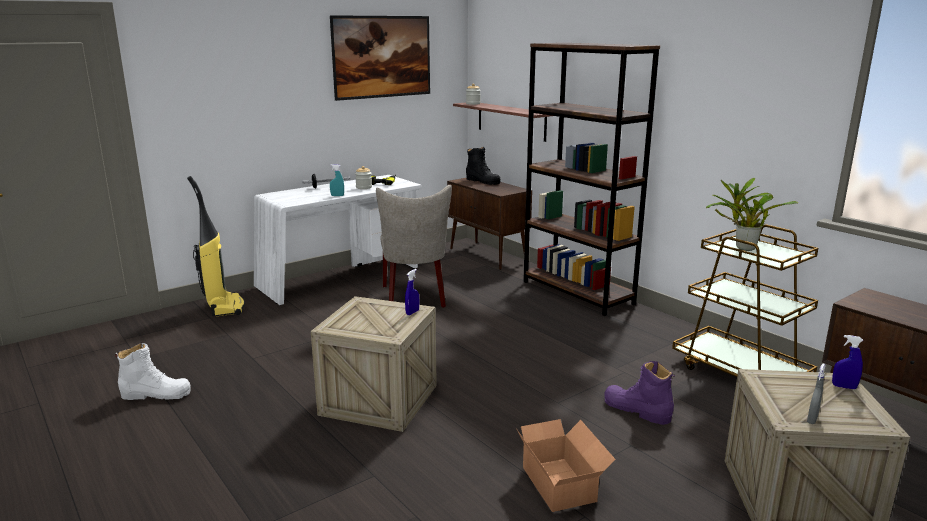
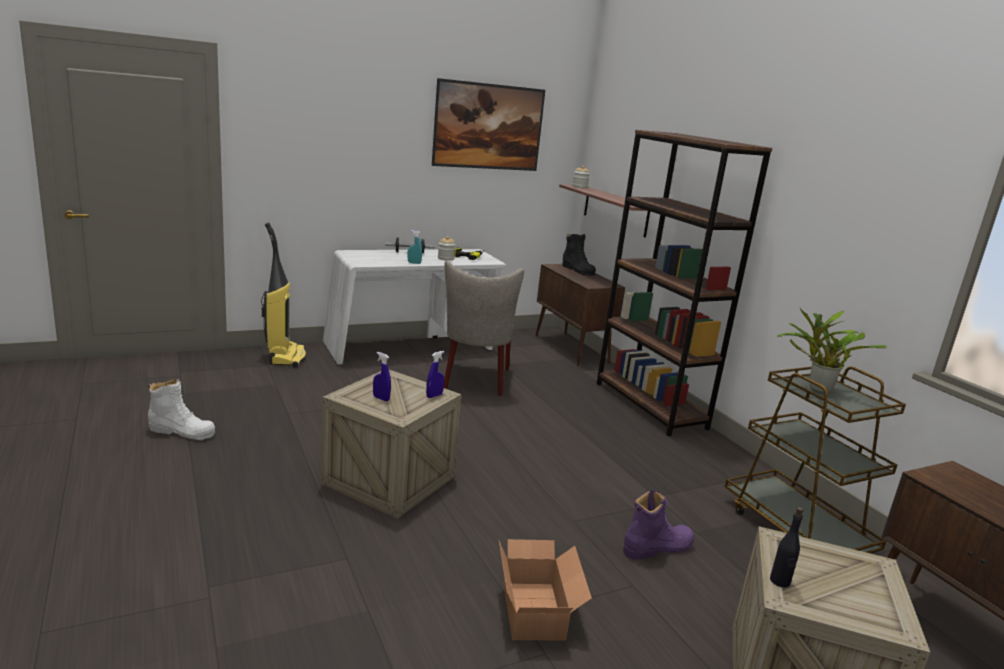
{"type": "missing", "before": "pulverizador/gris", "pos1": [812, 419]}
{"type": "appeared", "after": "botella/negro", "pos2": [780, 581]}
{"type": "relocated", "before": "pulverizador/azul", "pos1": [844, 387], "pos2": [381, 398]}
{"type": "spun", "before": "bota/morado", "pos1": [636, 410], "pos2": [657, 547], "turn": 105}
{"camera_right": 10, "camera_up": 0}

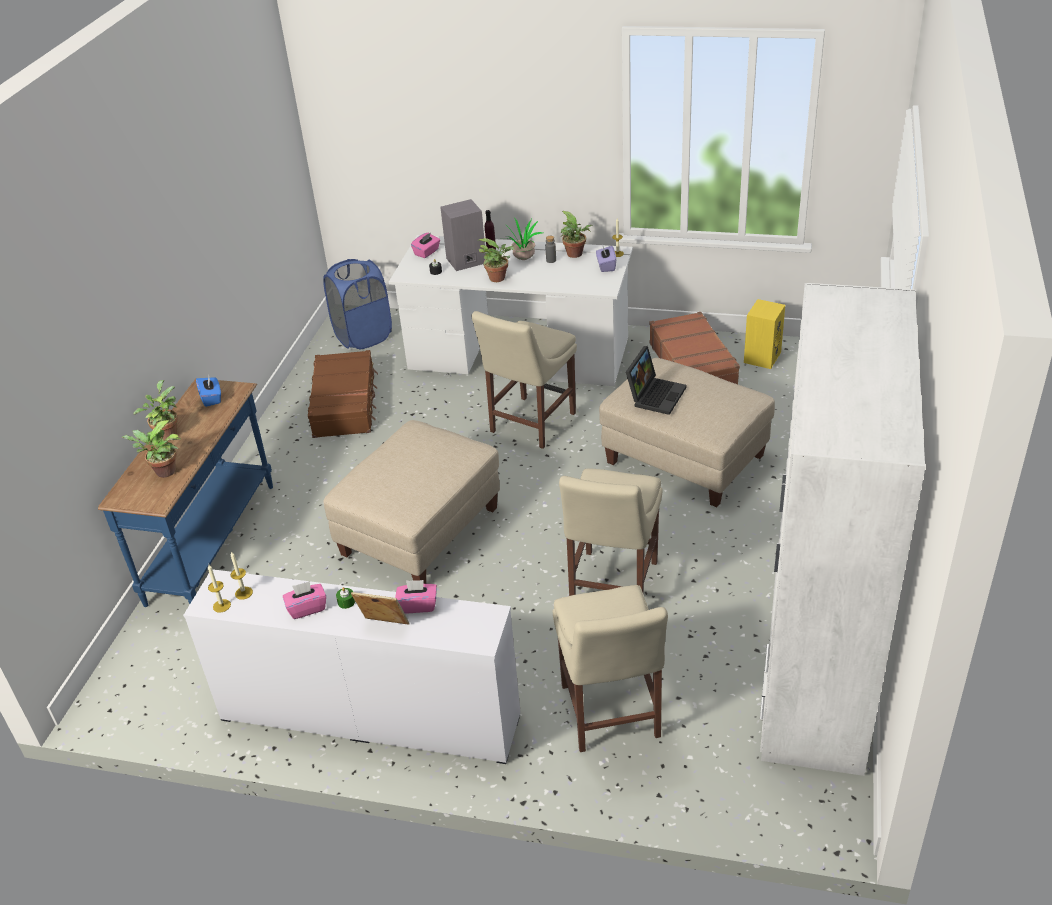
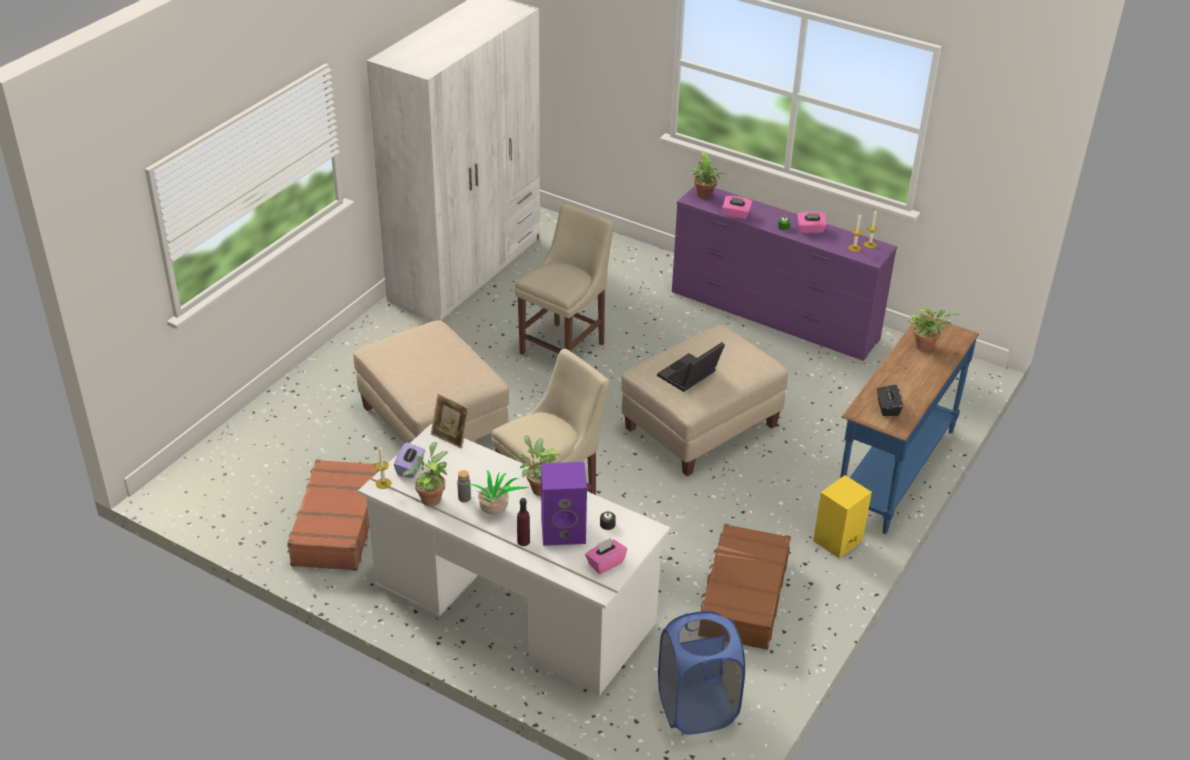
{"type": "missing", "before": "silla/beis", "pos1": [611, 715]}
{"type": "relocated", "before": "planta en maceta", "pos1": [167, 434], "pos2": [704, 196]}
{"type": "relocated", "before": "portarretratos", "pos1": [384, 627], "pos2": [450, 437]}
{"type": "relocated", "before": "portátil", "pos1": [655, 395], "pos2": [689, 376]}
{"type": "relocated", "before": "altavoz/amarillo", "pos1": [761, 357], "pos2": [837, 541]}
{"type": "colour", "before": "cómoda/blanco", "after": "cómoda/morado", "pos1": [369, 716], "pos2": [774, 316]}
{"type": "colour", "before": "caja de pañuelos/azul", "after": "caja de pañuelos/negro", "pos1": [211, 398], "pos2": [887, 408]}
{"type": "colour", "before": "altavoz/gris", "after": "altavoz/morado", "pos1": [465, 261], "pos2": [564, 530]}
{"camera_right": -165, "camera_up": 0}

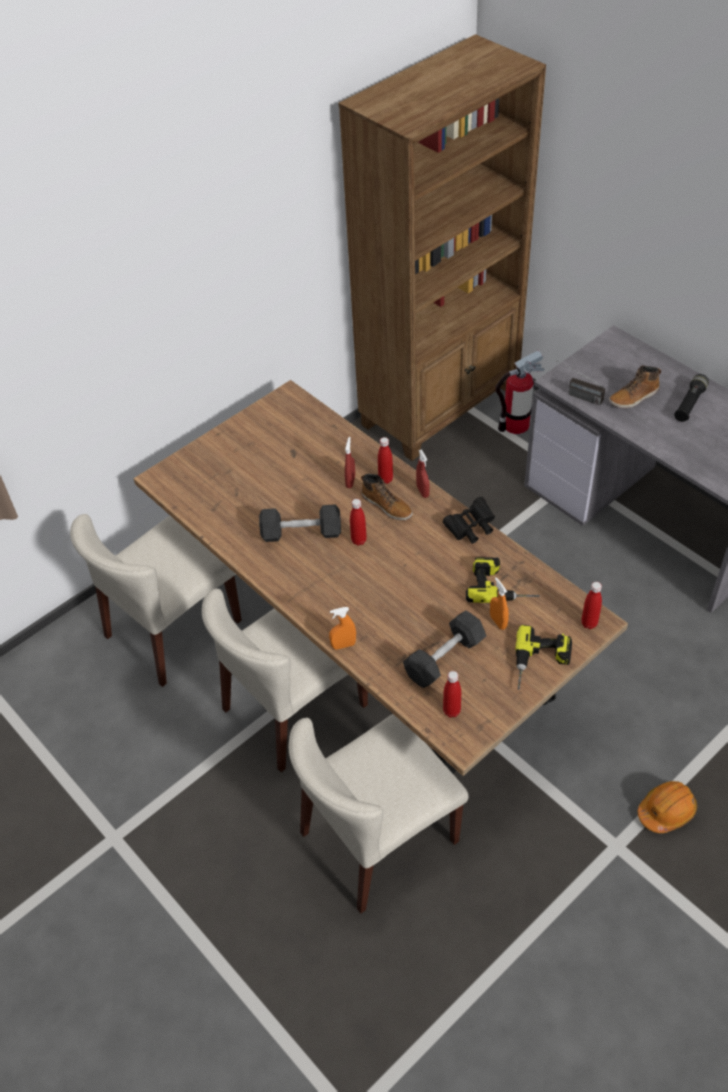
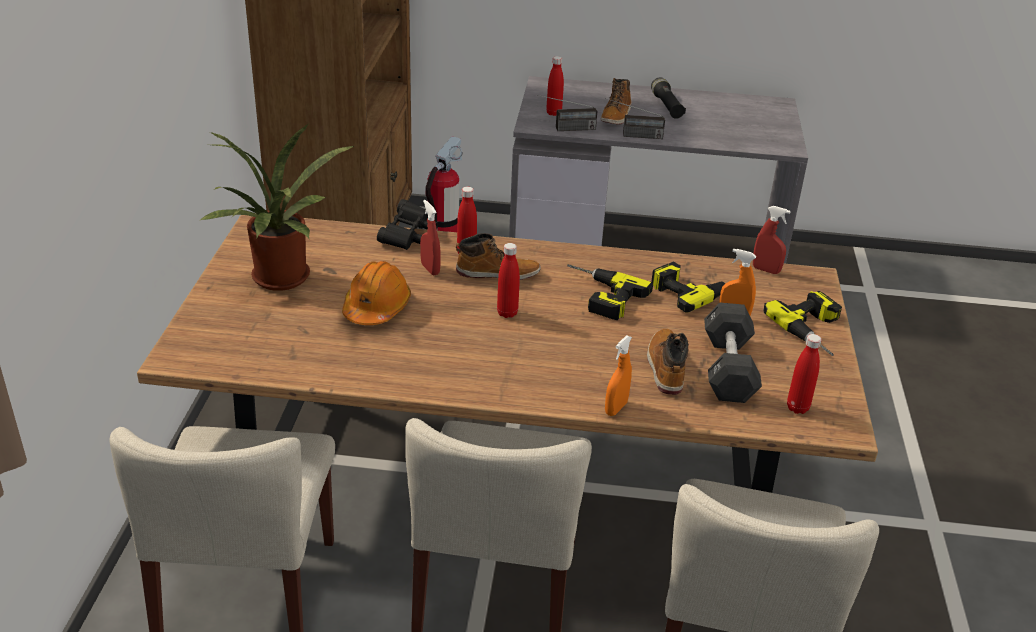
{"type": "missing", "before": "mancuerna/negro", "pos1": [301, 533]}
{"type": "appeared", "after": "planta en maceta", "pos2": [281, 281]}
{"type": "appeared", "after": "taladro", "pos2": [598, 295]}
{"type": "appeared", "after": "radio", "pos2": [632, 135]}
{"type": "appeared", "after": "bota", "pos2": [665, 367]}
{"type": "relocated", "before": "pulverizador/rojo", "pos1": [422, 491], "pos2": [766, 270]}
{"type": "relocated", "before": "prismáticos/negro", "pos1": [471, 528], "pos2": [409, 237]}
{"type": "relocated", "before": "botella/rojo", "pos1": [589, 623], "pos2": [553, 113]}
{"type": "relocated", "before": "casco/naranja", "pos1": [666, 810], "pos2": [376, 307]}
{"camera_right": -45, "camera_up": -15}

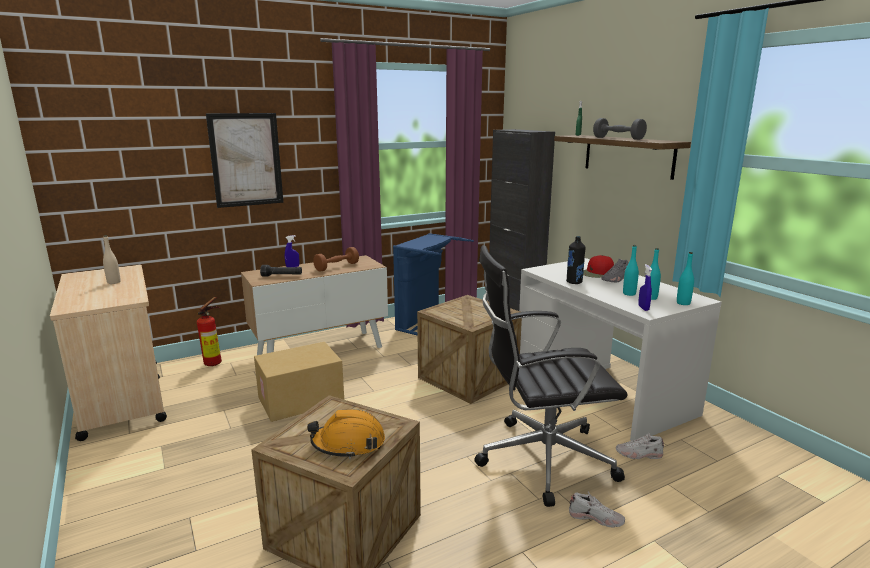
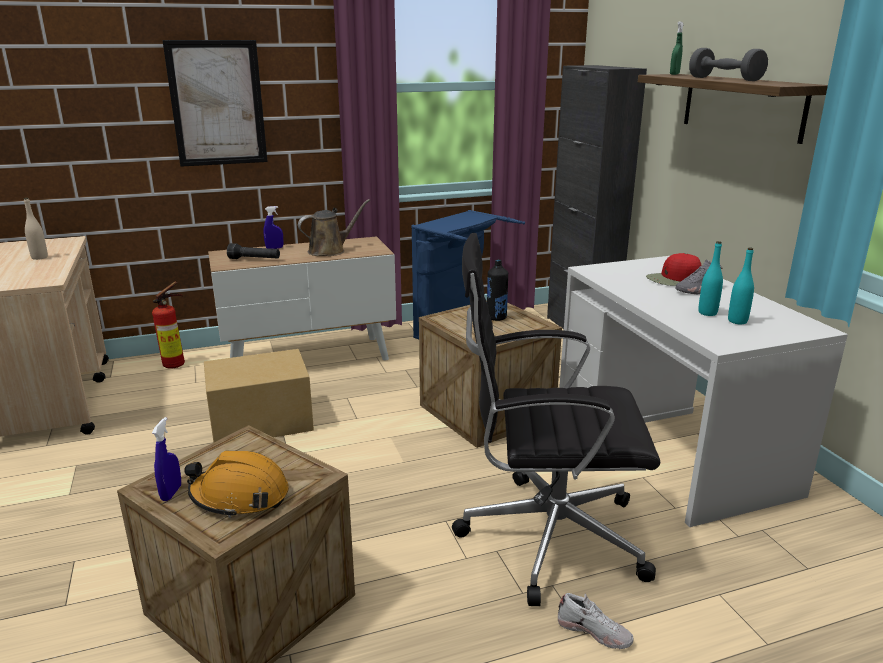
{"type": "missing", "before": "zapato/blanco", "pos1": [639, 454]}
{"type": "missing", "before": "botella/turquesa", "pos1": [683, 303]}
{"type": "relocated", "before": "botella/negro", "pos1": [574, 282], "pos2": [496, 317]}
{"type": "relocated", "before": "pulverizador/azul", "pos1": [643, 308], "pos2": [171, 493]}
{"type": "exchanged", "before": "mancuerna/marrón", "after": "regadera/marrón", "pos1": [337, 267], "pos2": [330, 251]}
{"camera_right": 10, "camera_up": 5}

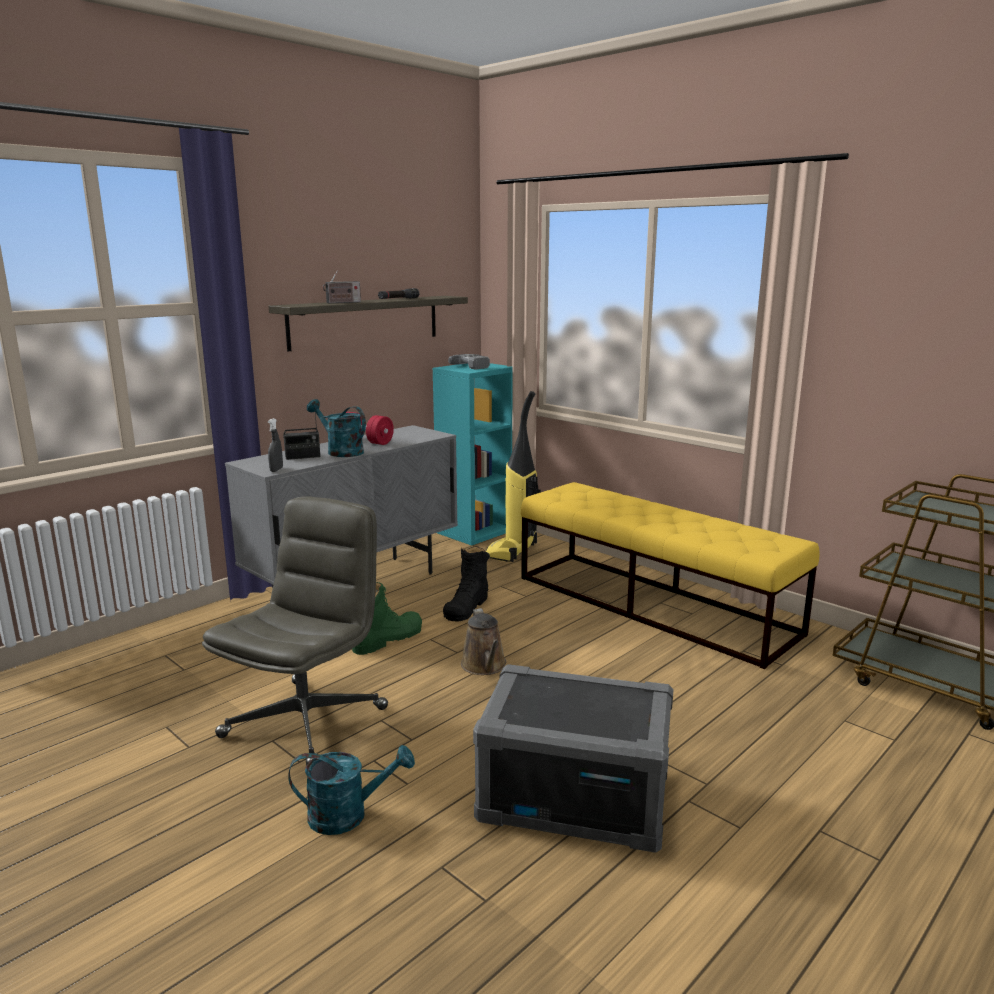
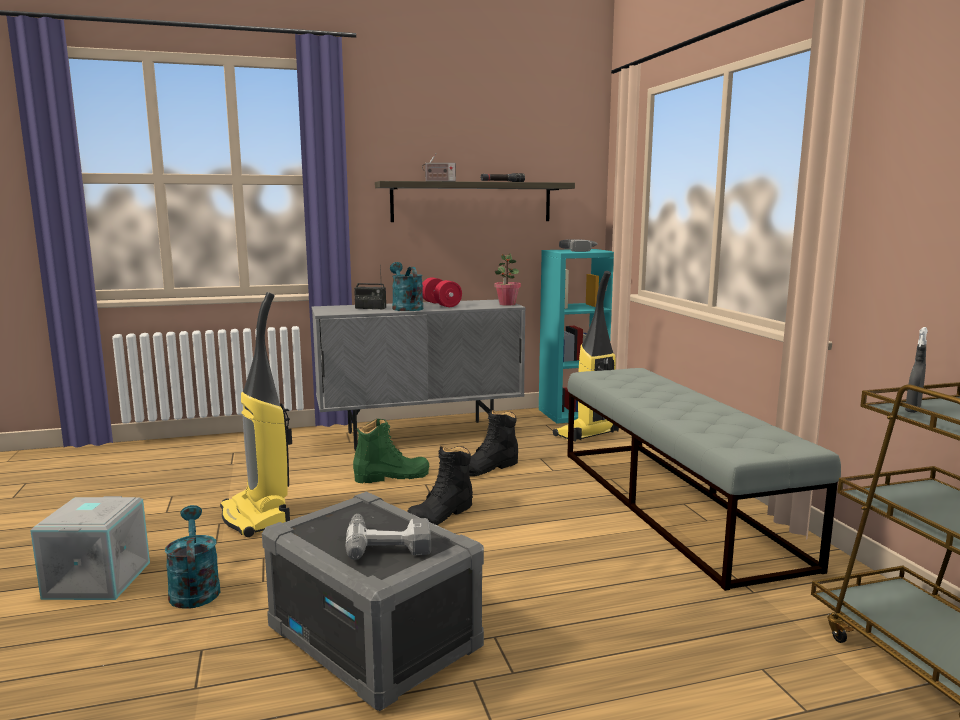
{"type": "appeared", "after": "caja de almacenaje/gris", "pos2": [96, 580]}
{"type": "appeared", "after": "taladro", "pos2": [388, 542]}
{"type": "appeared", "after": "planta en maceta", "pos2": [507, 304]}
{"type": "relocated", "before": "pulverizador/gris", "pos1": [276, 470], "pos2": [912, 410]}
{"type": "exchanged", "before": "silla de oficina/gris", "after": "aspiradora", "pos1": [306, 721], "pos2": [257, 517]}
{"type": "exchanged", "before": "regadera/marrón", "after": "bota/negro", "pos1": [484, 666], "pos2": [441, 514]}
{"type": "colour", "before": "banco/amarillo", "after": "banco/gris", "pos1": [654, 605], "pos2": [673, 504]}
{"type": "spun", "before": "regadera/turquesa", "pos1": [348, 815], "pos2": [194, 588], "turn": -135}
{"camera_right": 30, "camera_up": -5}

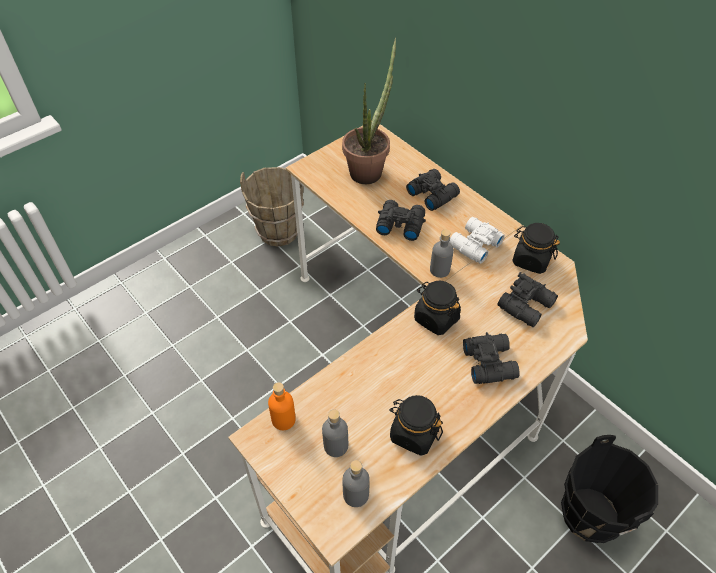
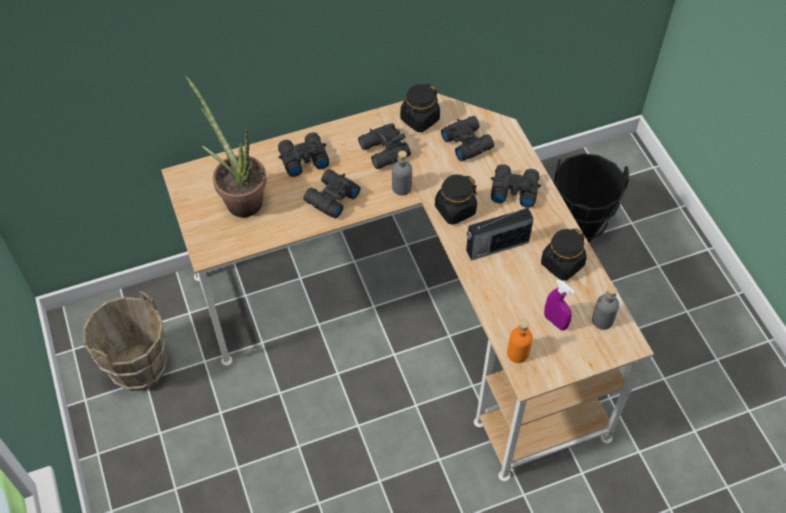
{"type": "appeared", "after": "radio", "pos2": [496, 246]}
{"type": "exchanged", "before": "botella/gris", "after": "pulverizador/morado", "pos1": [336, 446], "pos2": [555, 322]}
{"type": "colour", "before": "prismáticos/blanco", "after": "prismáticos/negro", "pos1": [473, 245], "pos2": [383, 152]}
{"camera_right": -70, "camera_up": 5}

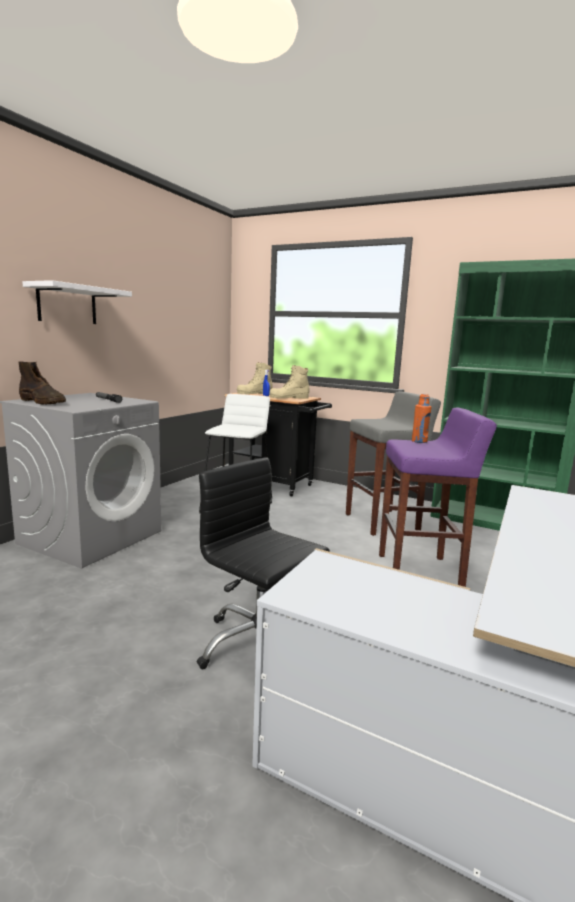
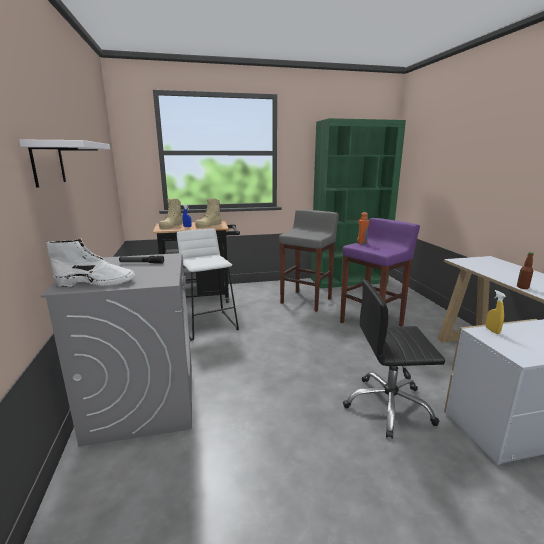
{"type": "appeared", "after": "pulverizador/amarillo", "pos2": [492, 330]}
{"type": "appeared", "after": "botella", "pos2": [522, 287]}
{"type": "colour", "before": "bota/marrón", "after": "bota/blanco", "pos1": [43, 402], "pos2": [97, 282]}
{"camera_right": -40, "camera_up": 5}

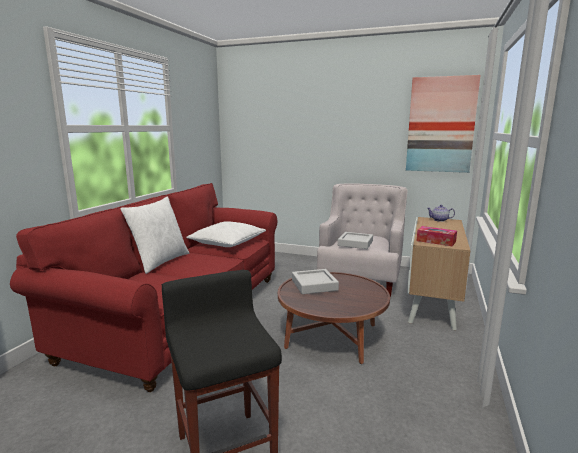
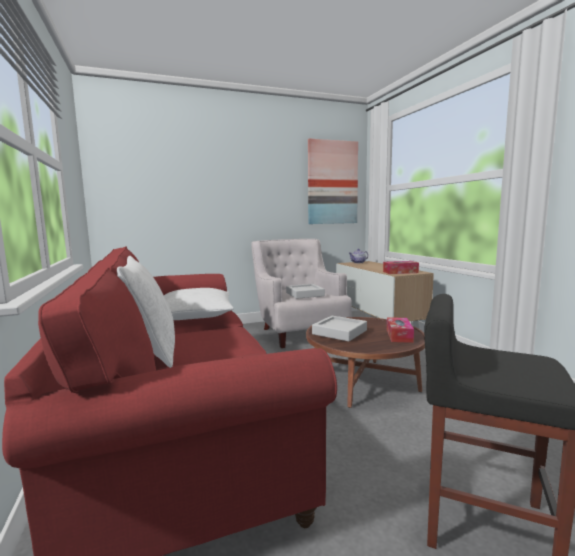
{"type": "appeared", "after": "caja de pañuelos", "pos2": [399, 335]}
{"camera_right": -40, "camera_up": -5}

